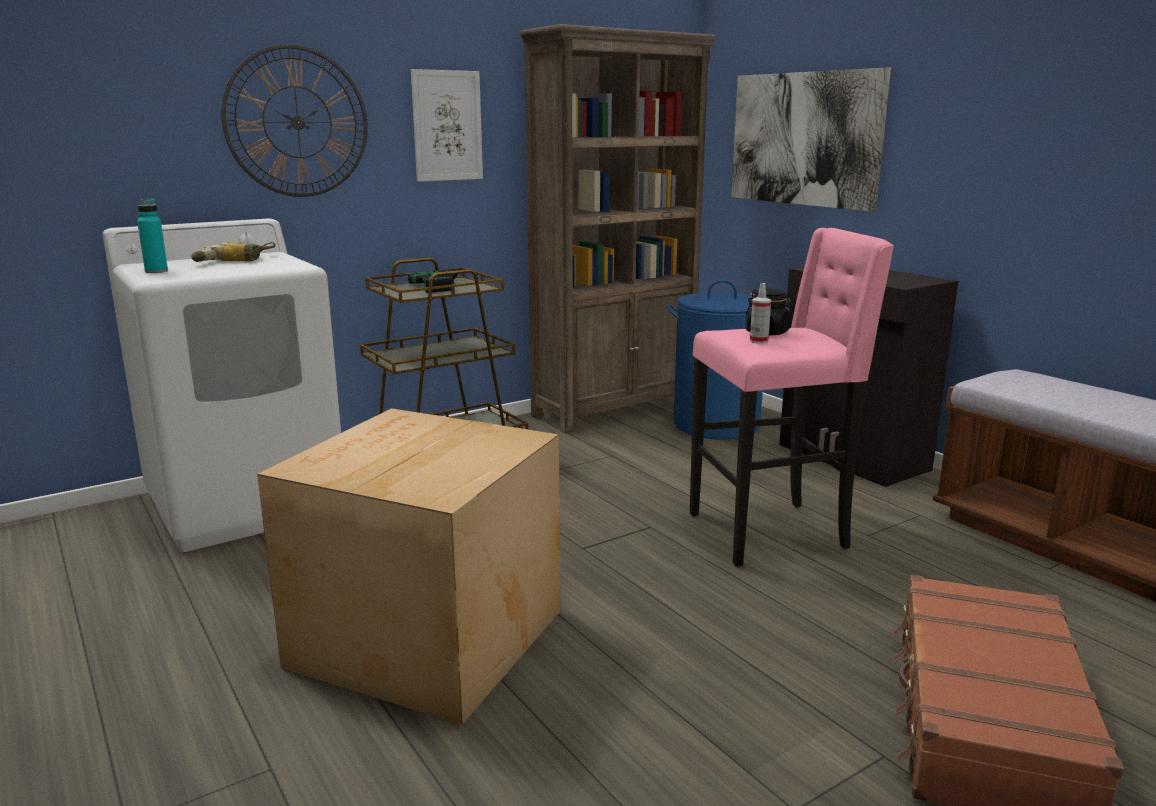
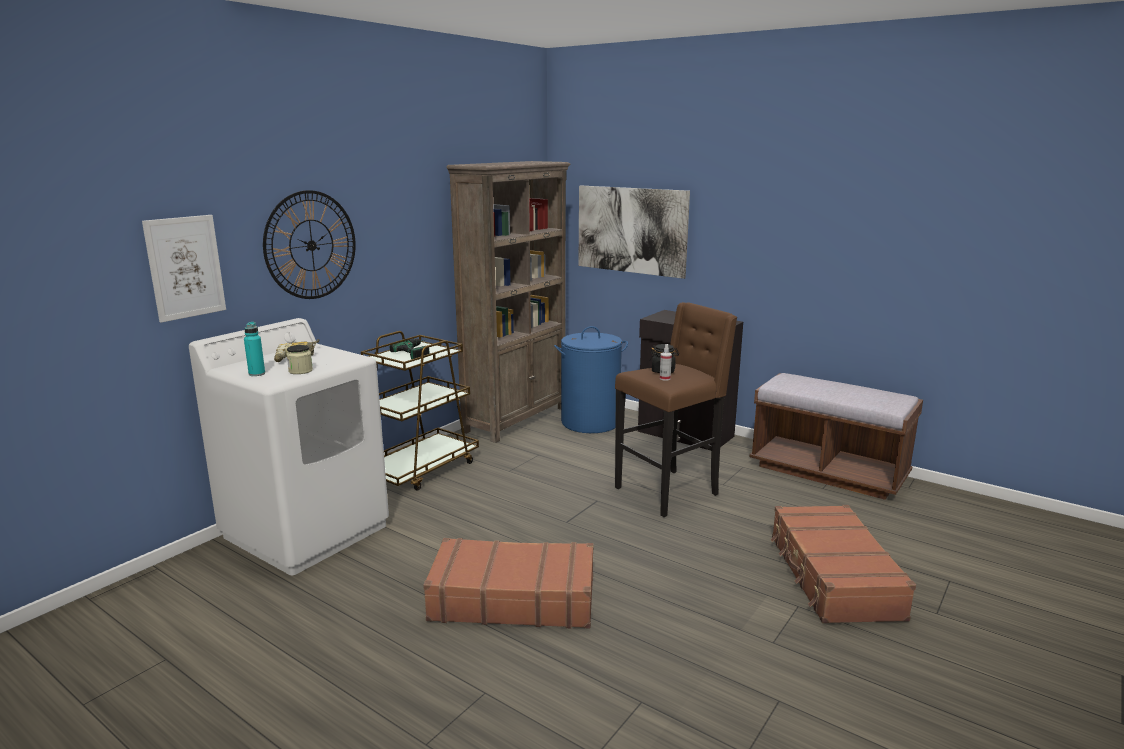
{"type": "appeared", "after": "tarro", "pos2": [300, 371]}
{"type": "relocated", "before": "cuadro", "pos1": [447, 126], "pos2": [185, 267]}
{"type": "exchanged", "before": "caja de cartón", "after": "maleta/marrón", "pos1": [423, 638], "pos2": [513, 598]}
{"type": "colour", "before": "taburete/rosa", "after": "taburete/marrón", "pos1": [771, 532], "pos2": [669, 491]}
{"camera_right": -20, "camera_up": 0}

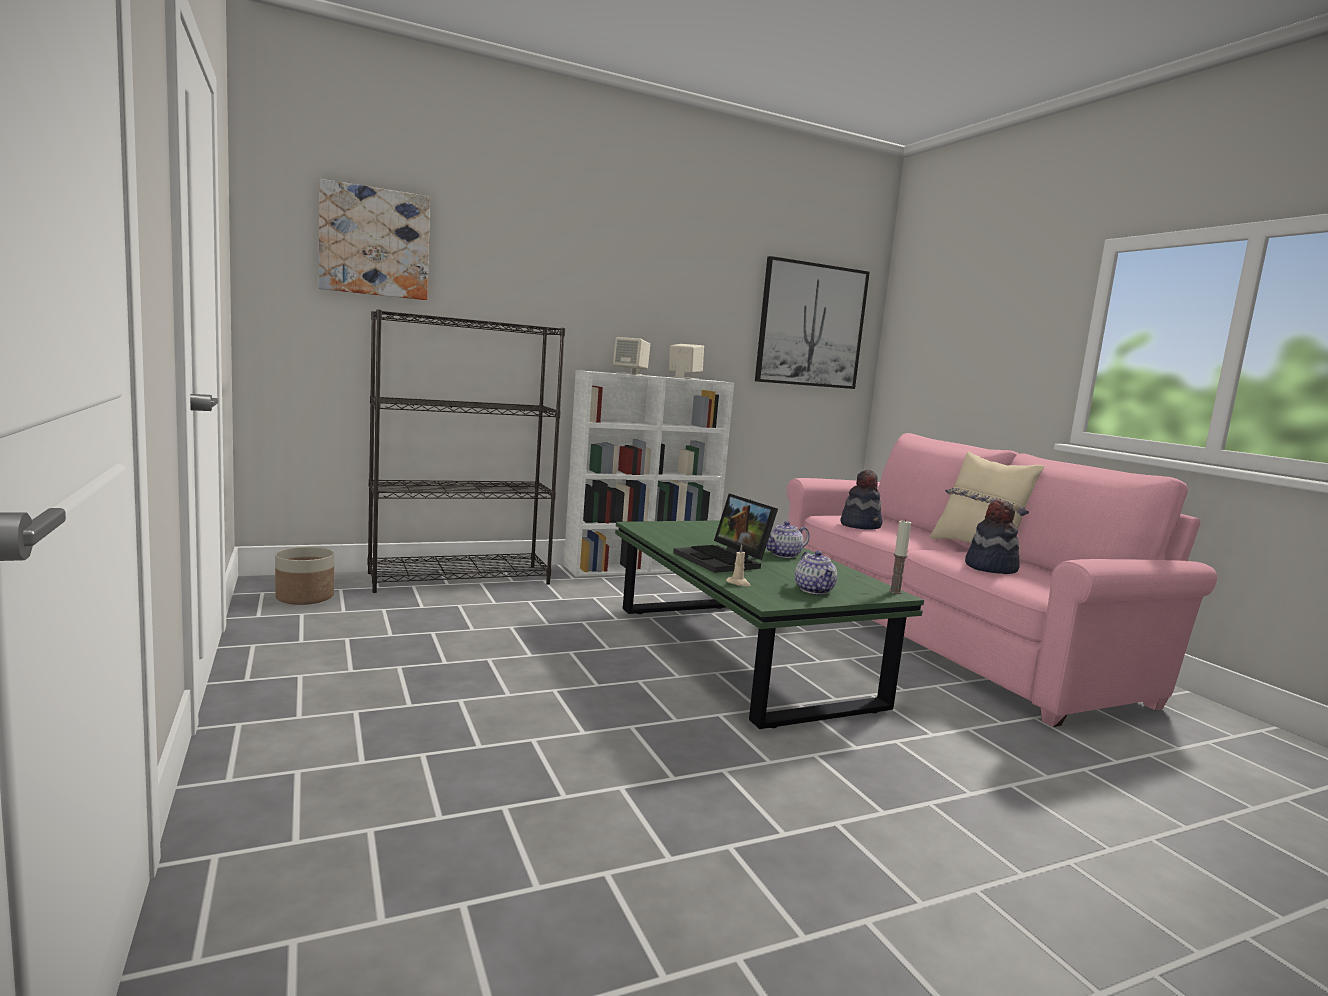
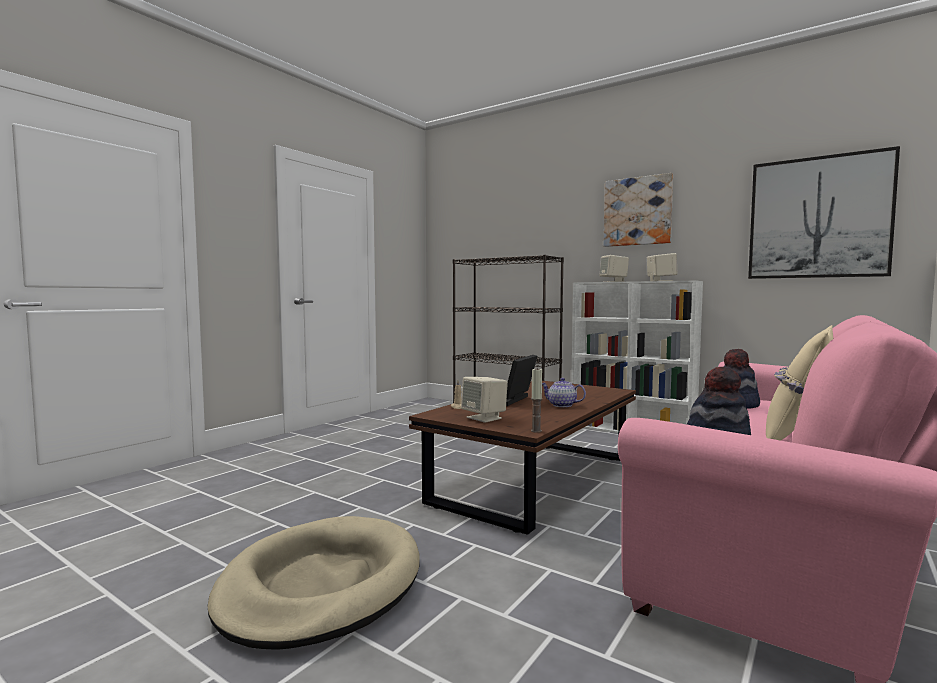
{"type": "missing", "before": "maceta", "pos1": [304, 597]}
{"type": "appeared", "after": "cama para perro/beis", "pos2": [321, 585]}
{"type": "relocated", "before": "cuadro", "pos1": [374, 242], "pos2": [637, 211]}
{"type": "exchanged", "before": "tetera", "after": "altavoz/beis", "pos1": [814, 590], "pos2": [484, 418]}
{"type": "colour", "before": "mesa de centro/verde", "after": "mesa de centro/marrón", "pos1": [738, 655], "pos2": [535, 480]}
{"camera_right": 60, "camera_up": -5}

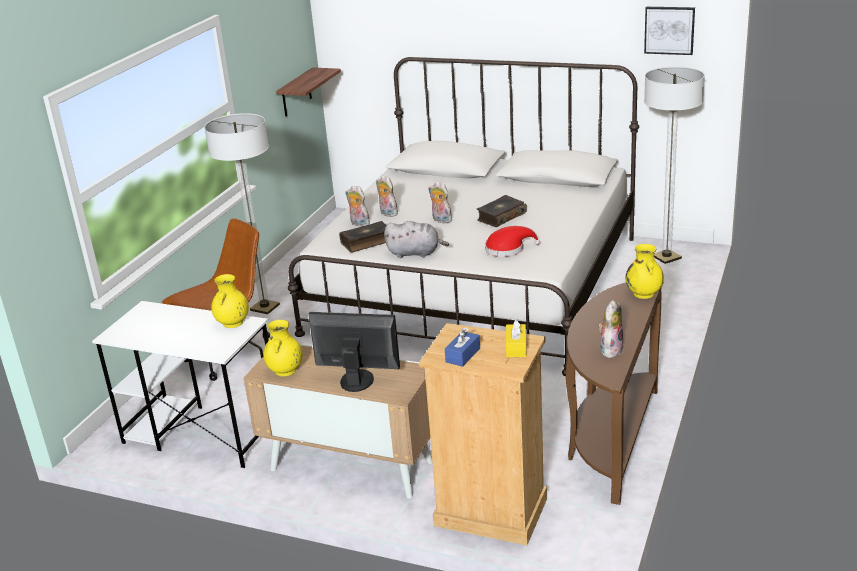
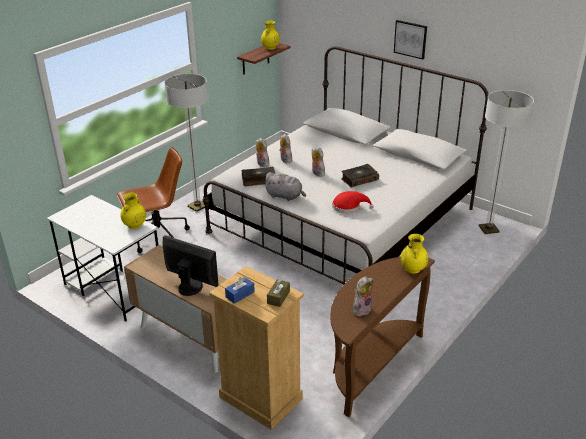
{"type": "relocated", "before": "florero/amarillo", "pos1": [285, 371], "pos2": [270, 48]}
{"type": "relocated", "before": "cuadro", "pos1": [669, 30], "pos2": [410, 39]}
{"type": "colour", "before": "caja de pañuelos/amarillo", "after": "caja de pañuelos/marrón", "pos1": [516, 347], "pos2": [278, 297]}
{"camera_right": 15, "camera_up": 5}

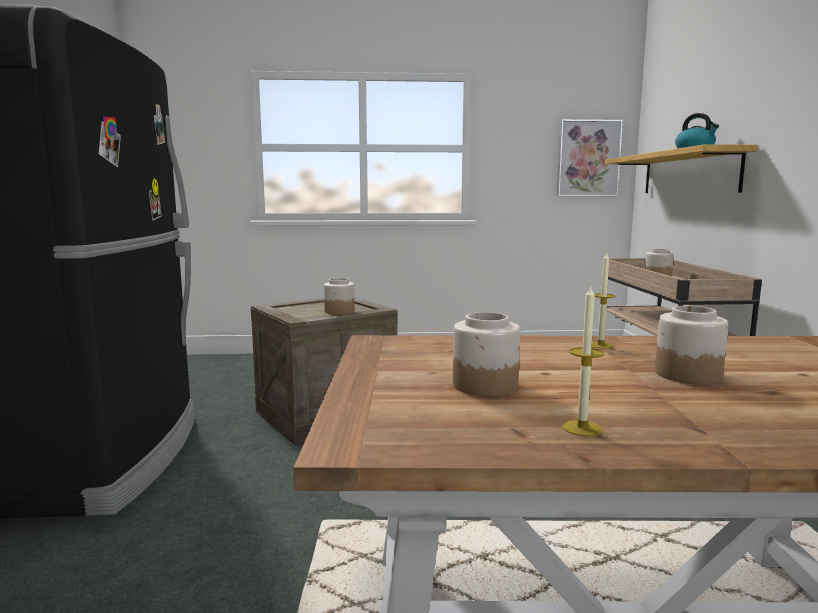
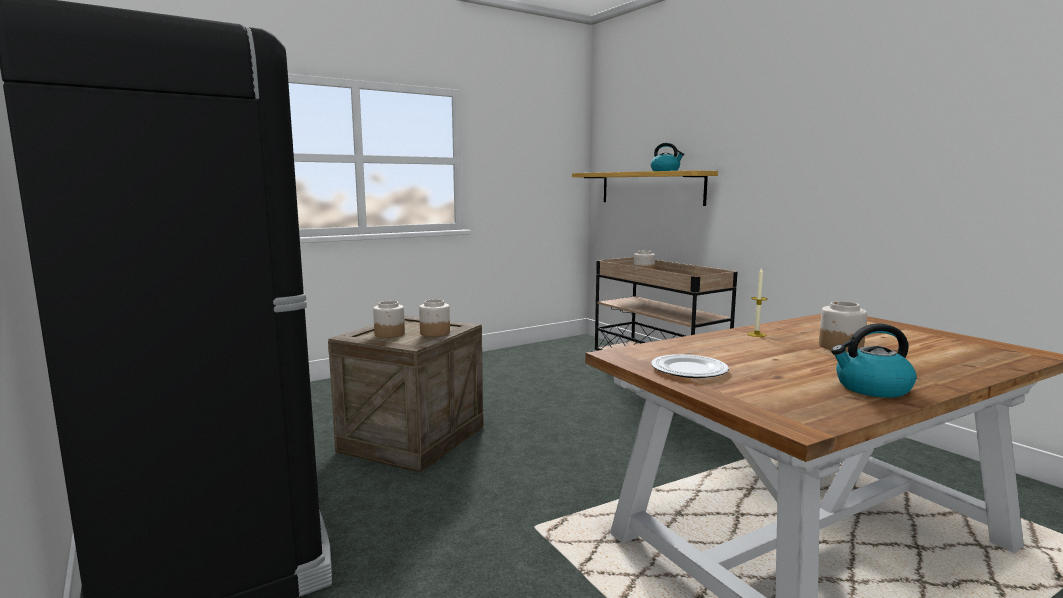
{"type": "missing", "before": "cuadro", "pos1": [588, 158]}
{"type": "appeared", "after": "plato", "pos2": [688, 369]}
{"type": "relocated", "before": "tarro", "pos1": [486, 385], "pos2": [390, 334]}
{"type": "exchanged", "before": "vela", "after": "hervidor", "pos1": [582, 428], "pos2": [871, 388]}
{"camera_right": -30, "camera_up": 0}

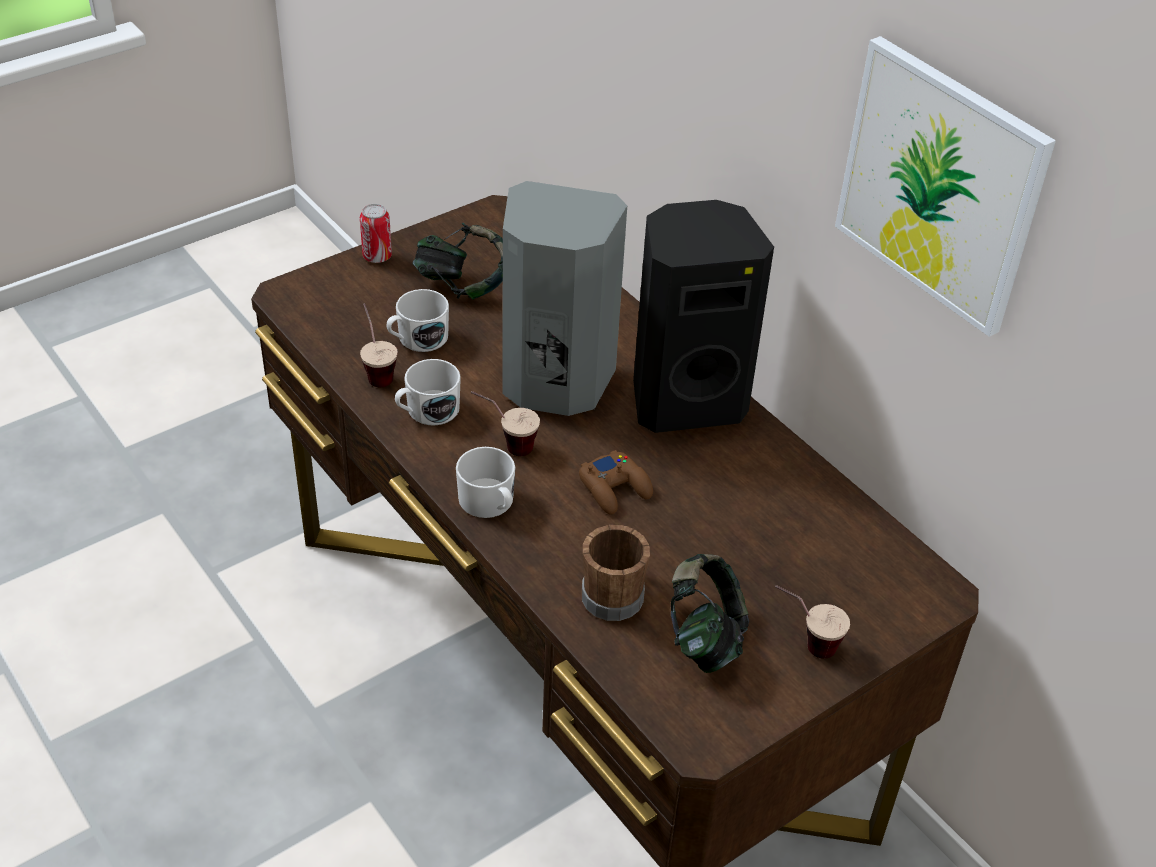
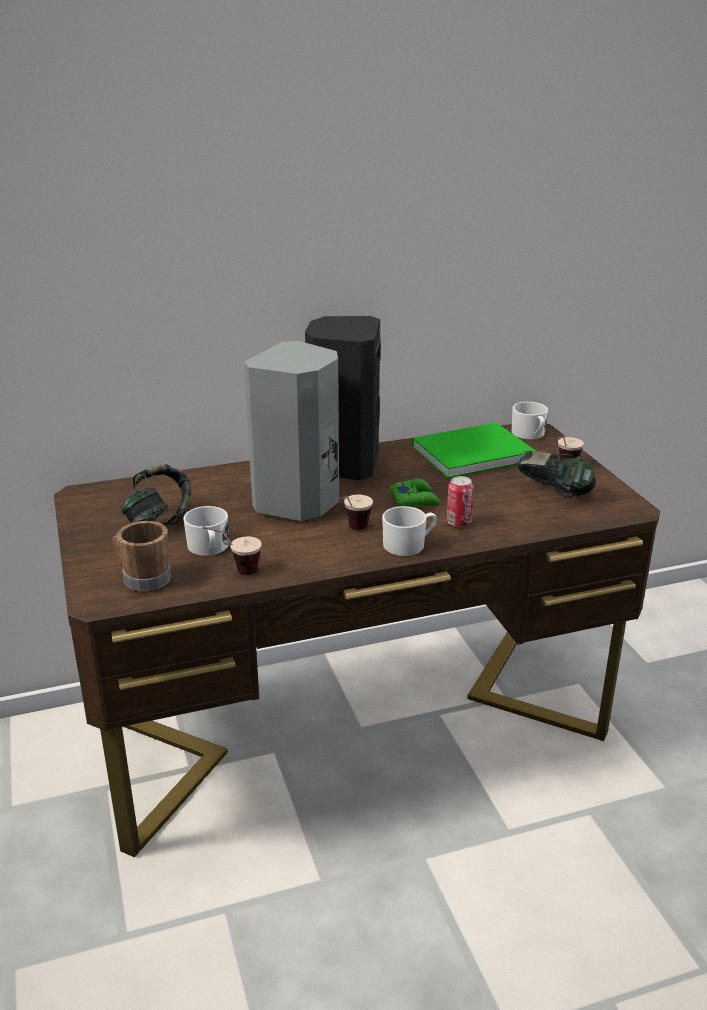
{"type": "missing", "before": "cuadro", "pos1": [940, 185]}
{"type": "appeared", "after": "libro/verde", "pos2": [468, 452]}
{"type": "relocated", "before": "lata", "pos1": [377, 256], "pos2": [458, 523]}
{"type": "relocated", "before": "taza grande/blanco", "pos1": [427, 411], "pos2": [530, 434]}
{"type": "relocated", "before": "taza grande/marrón", "pos1": [613, 591], "pos2": [143, 577]}
{"type": "colour", "before": "mando de consola/marrón", "after": "mando de consola/verde", "pos1": [615, 488], "pos2": [415, 500]}
{"camera_right": -70, "camera_up": -15}

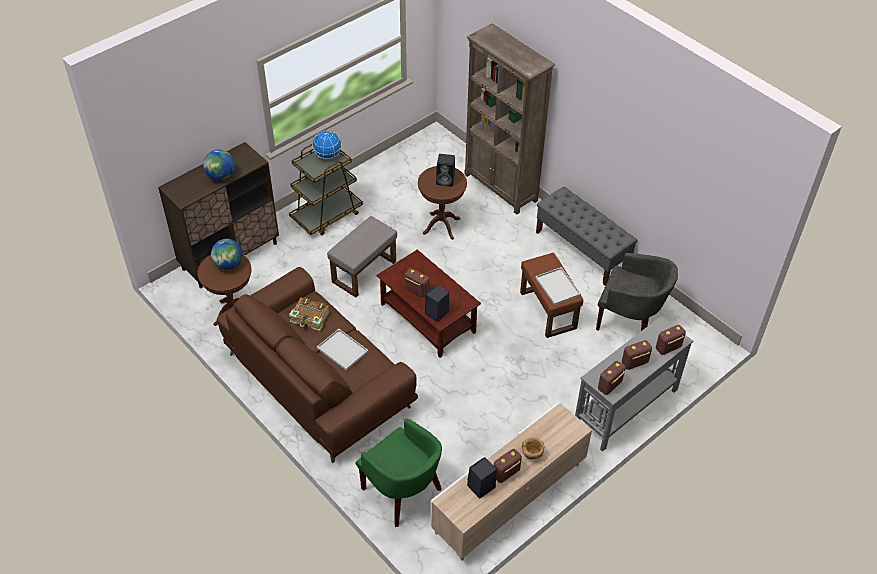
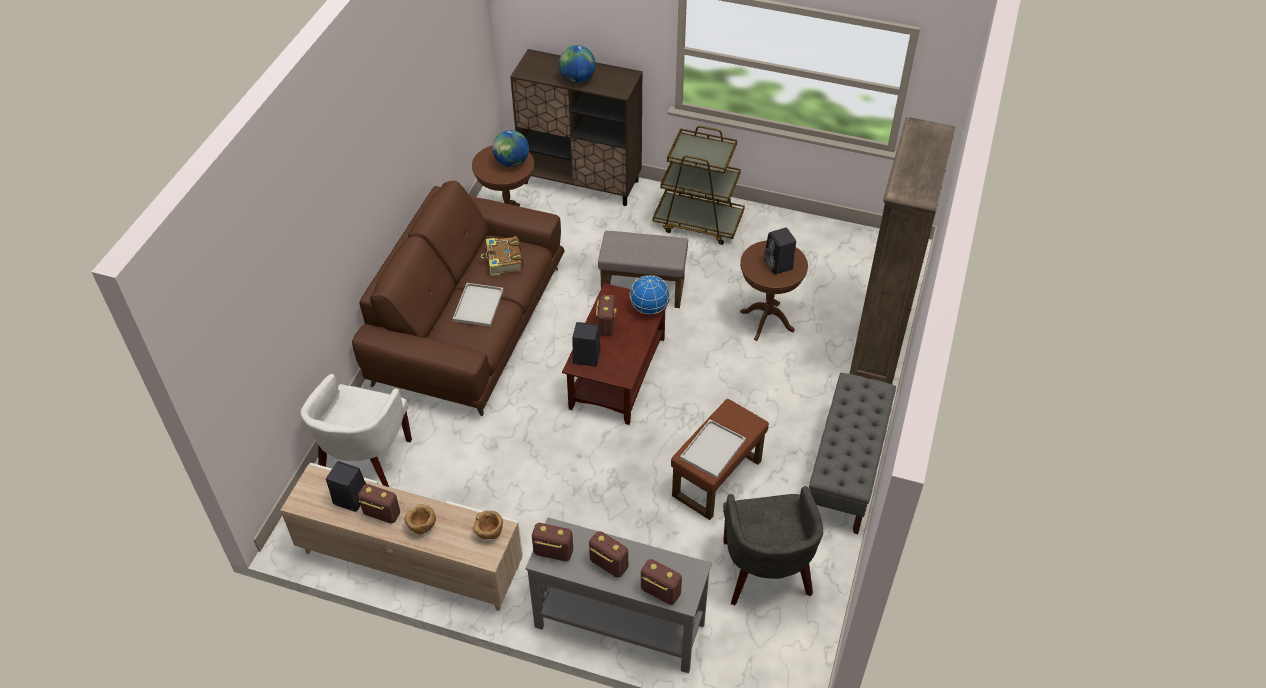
{"type": "appeared", "after": "cuenco/marrón", "pos2": [489, 533]}
{"type": "relocated", "before": "globo terráqueo", "pos1": [328, 155], "pos2": [649, 308]}
{"type": "colour", "before": "sillón/verde", "after": "sillón/blanco", "pos1": [403, 492], "pos2": [365, 461]}
{"camera_right": 60, "camera_up": 0}

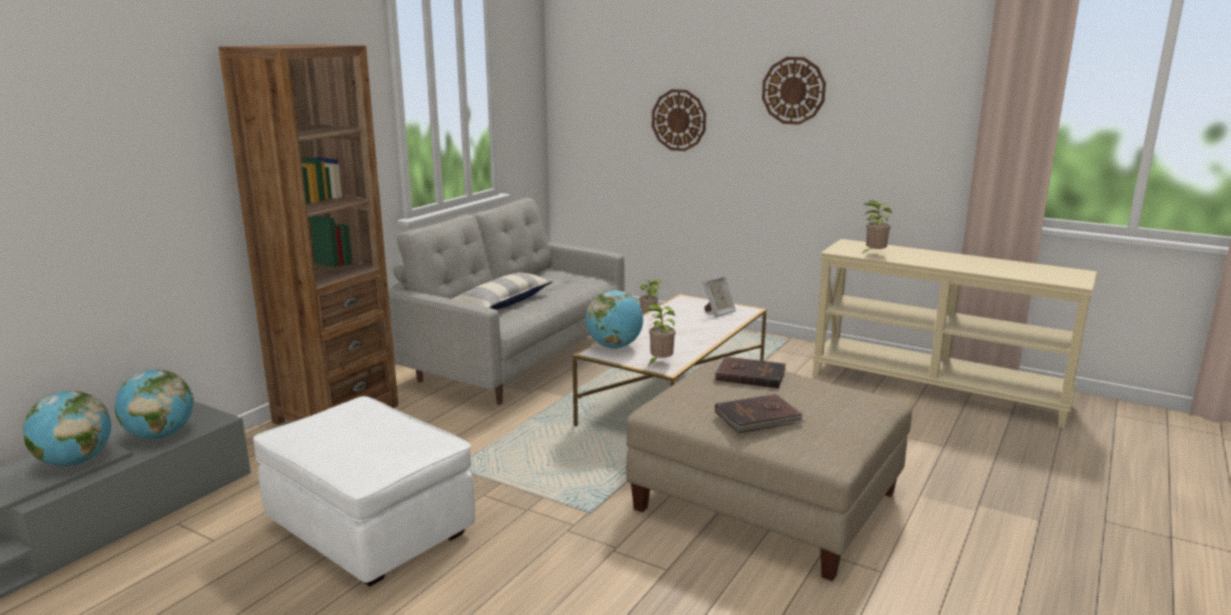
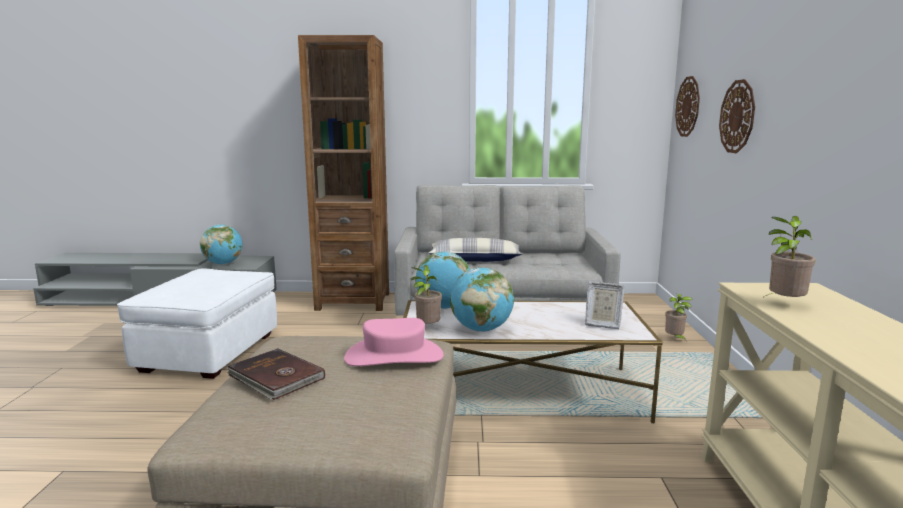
{"type": "relocated", "before": "globo terráqueo", "pos1": [75, 462], "pos2": [481, 329]}
{"type": "relocated", "before": "reloj de pared", "pos1": [793, 90], "pos2": [688, 106]}
{"type": "exchanged", "before": "libro/marrón", "after": "sombrero/rosa", "pos1": [750, 375], "pos2": [394, 356]}
{"camera_right": 60, "camera_up": -5}

